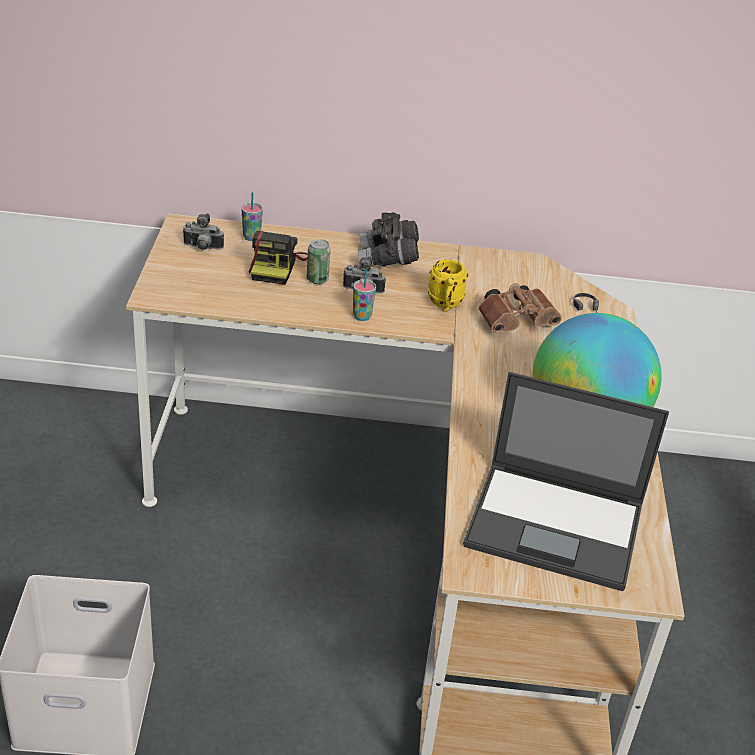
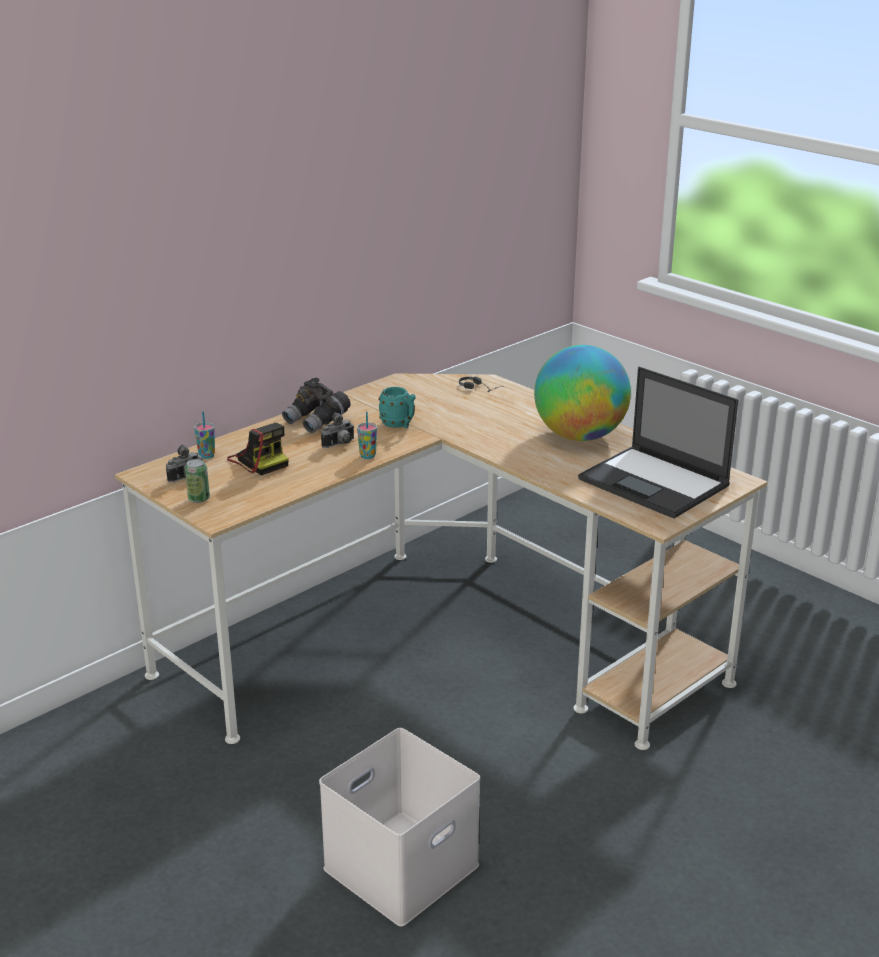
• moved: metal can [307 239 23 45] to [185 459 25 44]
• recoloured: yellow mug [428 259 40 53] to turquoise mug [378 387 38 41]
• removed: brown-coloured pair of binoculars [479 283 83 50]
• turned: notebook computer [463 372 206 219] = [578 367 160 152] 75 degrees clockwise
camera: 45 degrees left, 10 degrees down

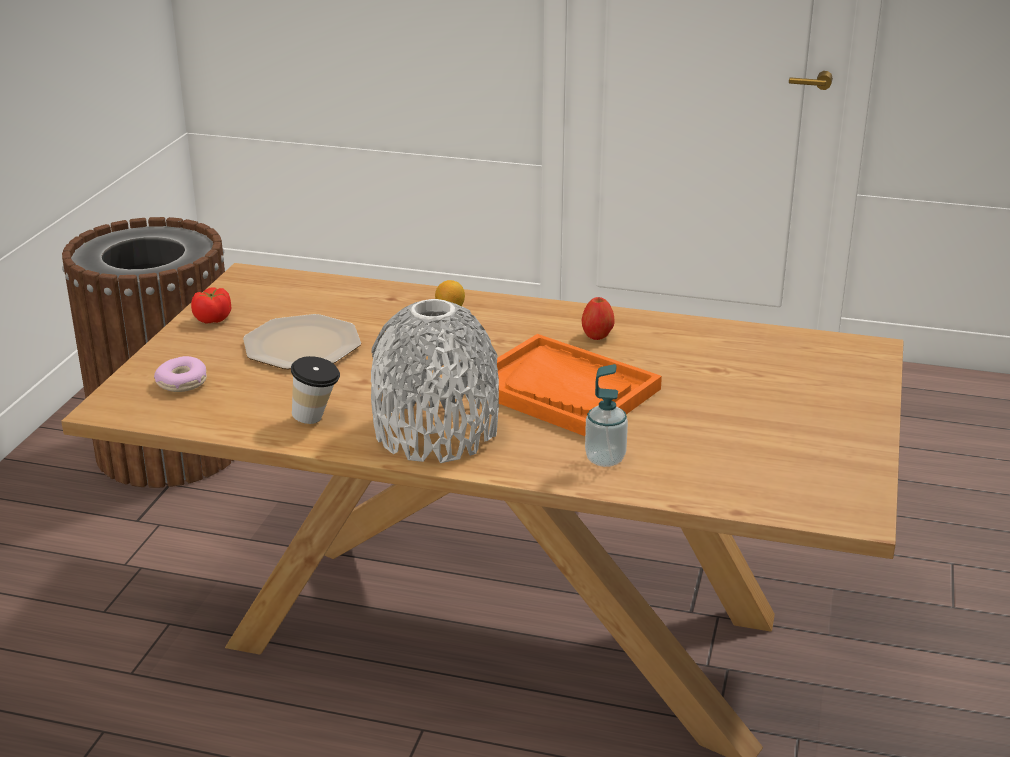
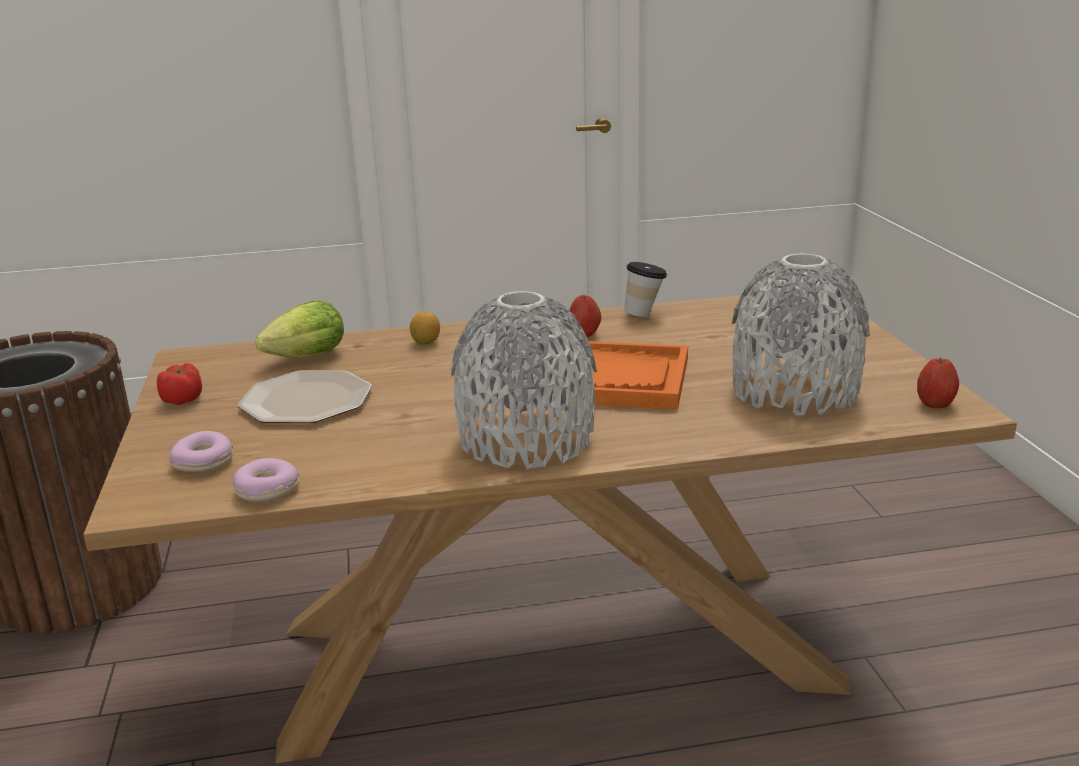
• moved: small cup [291 356 49 68] to [624 262 43 55]
• removed: soap dispenser [585 364 43 103]
• added: greyish flower vase [732 253 138 162]
• added: lettuce [255 300 89 57]
• added: apple [917 358 42 50]
• added: doughnut [233 458 67 44]
camera: 25 degrees left, 5 degrees down

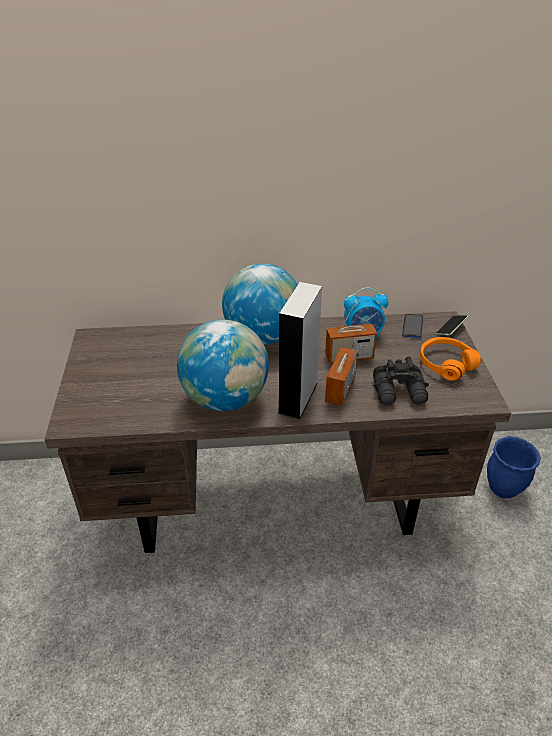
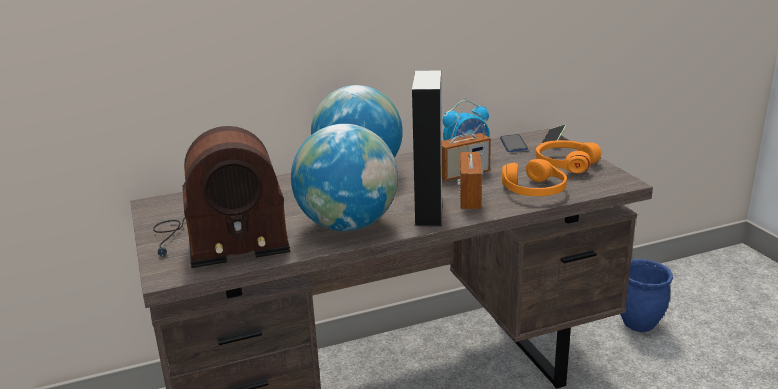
• replaced: black-coloured pair of binoculars [373 357 56 48] to orange-coloured headphones [502 159 65 37]
• added: radio set [153 126 137 142]
camera: 15 degrees left, 15 degrees down

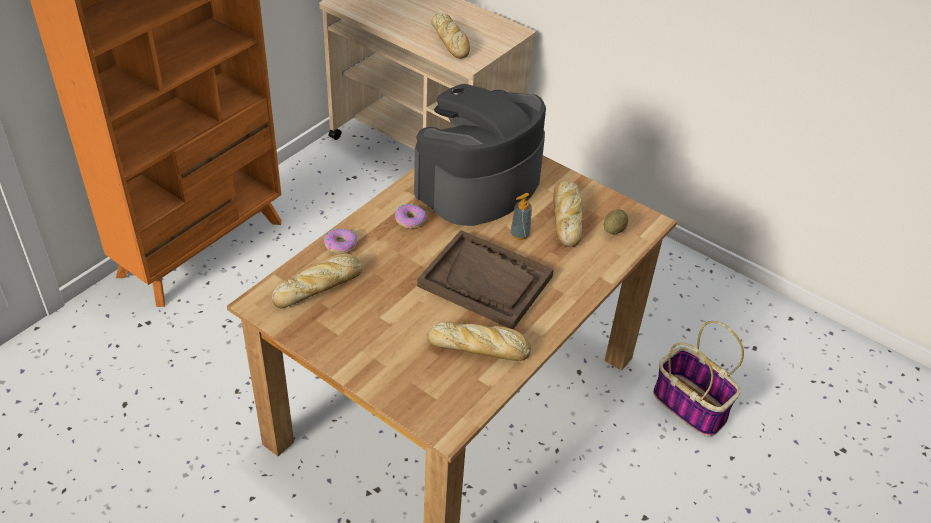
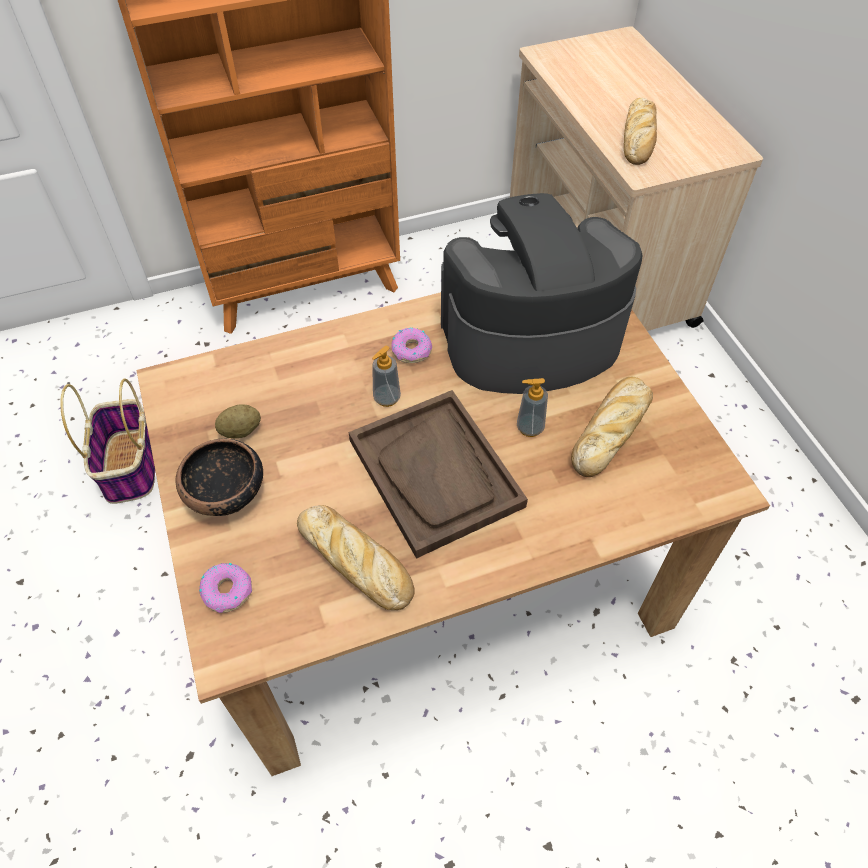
• moved: whole potato [604 209 24 25] to [215 404 46 34]
• moved: doughnut [324 228 33 25] to [199 563 53 50]
• removed: bakery bread [272 253 90 55]
• moved: storage basket [653 321 91 116] to [60 378 95 126]
• added: soap dispenser [372 346 29 61]
• added: deep dish [176 438 87 78]
camera: 35 degrees right, 10 degrees up

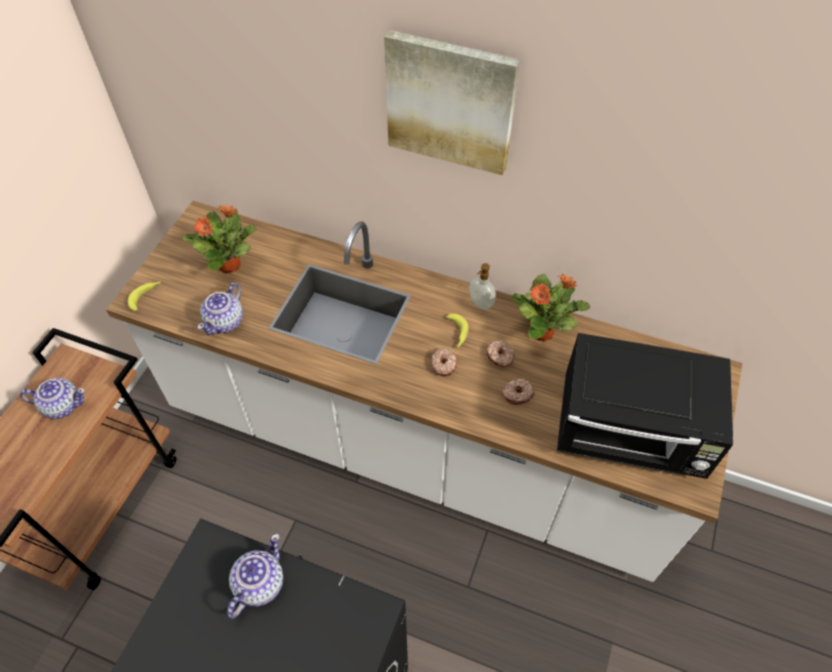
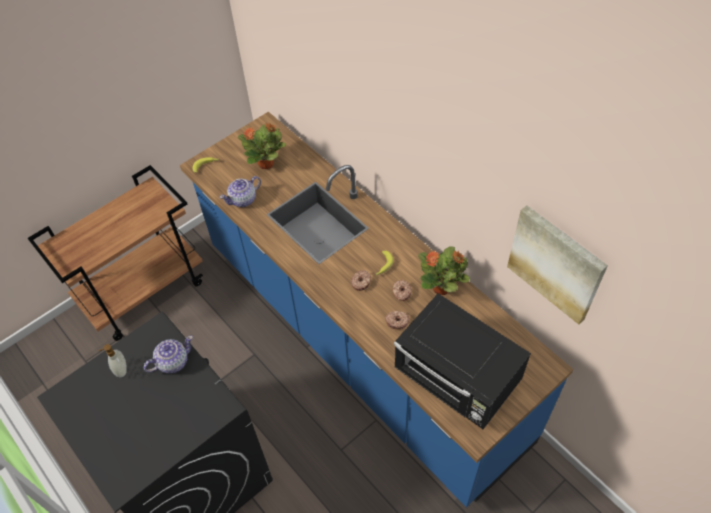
• moved: picture [384 30 136 146] to [507 205 101 120]
• recoloured: white-coloured counter [106 201 636 381] to blue-coloured counter [180 112 394 396]
• moved: soap dispenser [469 263 27 47] to [98 344 29 33]
• removed: teapot [20 378 65 41]
camera: 30 degrees right, 0 degrees up

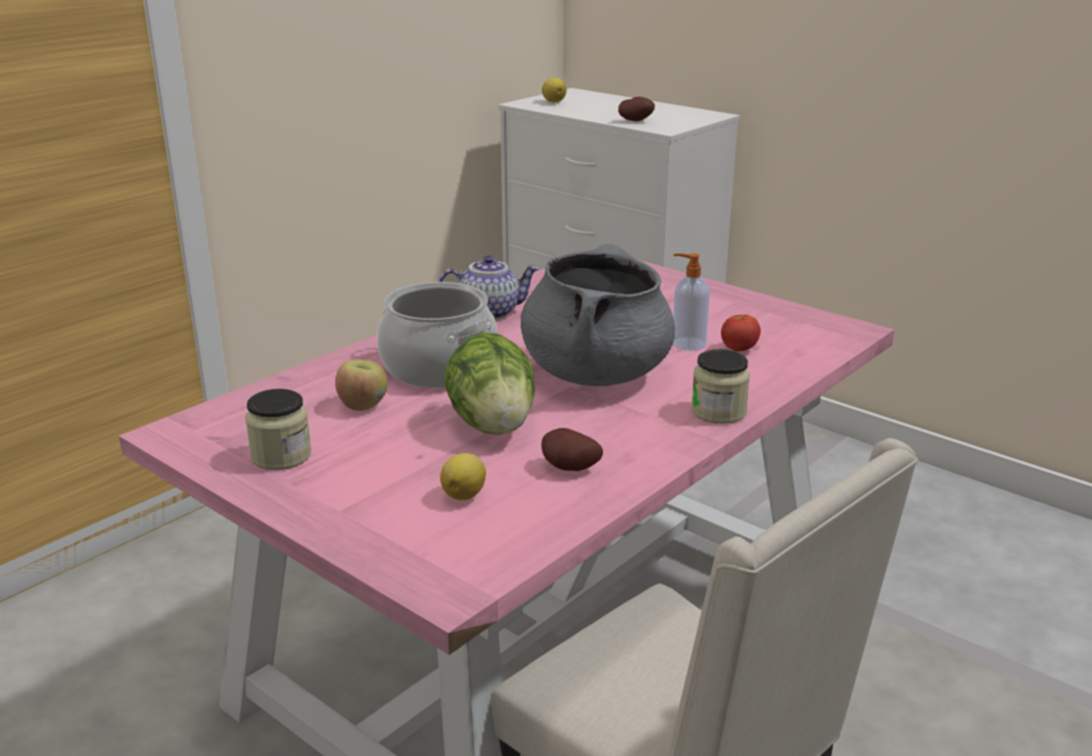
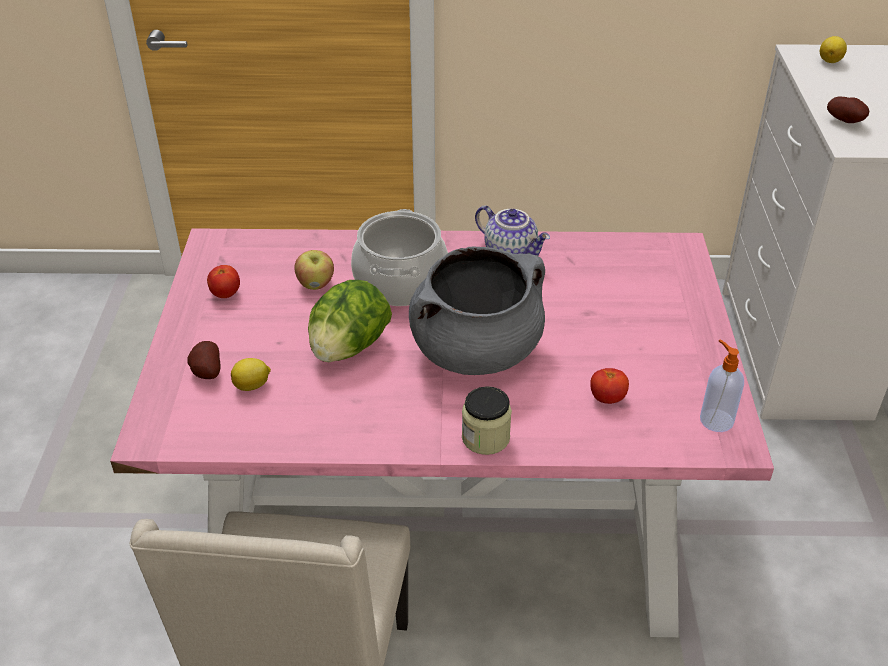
• moved: soap dispenser [673 253 37 98] to [700 339 44 93]
• replaced: preserve jar [245 389 66 81] to tomato [207 265 33 33]
• moved: whole potato [541 428 62 43] to [187 341 34 38]
camera: 50 degrees right, 15 degrees up

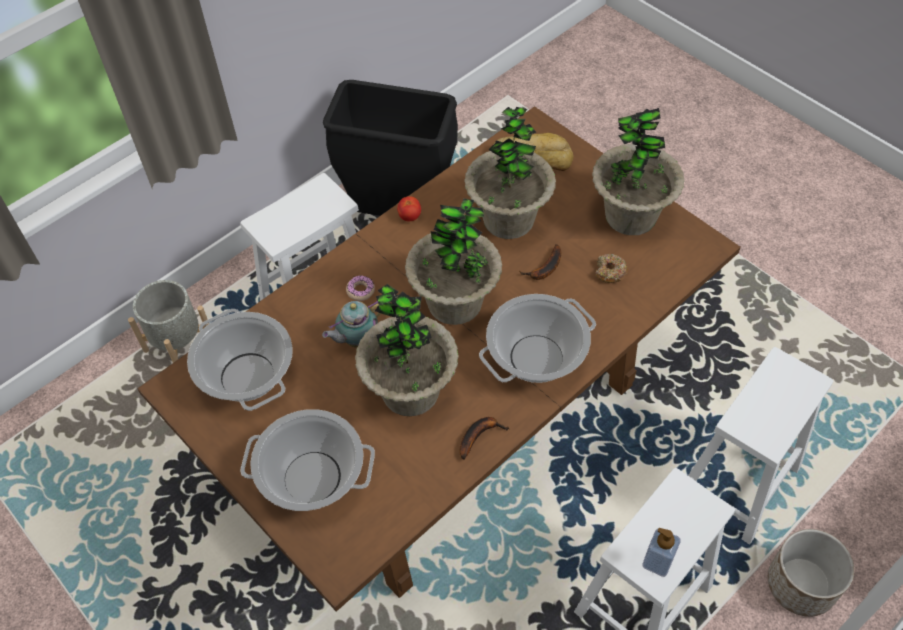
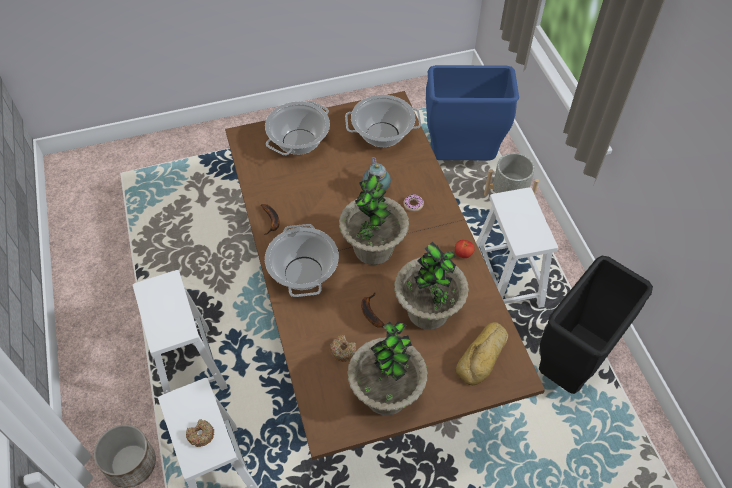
• removed: potted plant [355 284 104 132]
• removed: soap dispenser [643 528 38 49]
• added: blue-coloured trash can [426 65 93 95]
• added: doughnut [186 419 28 28]
camera: 115 degrees right, 0 degrees up

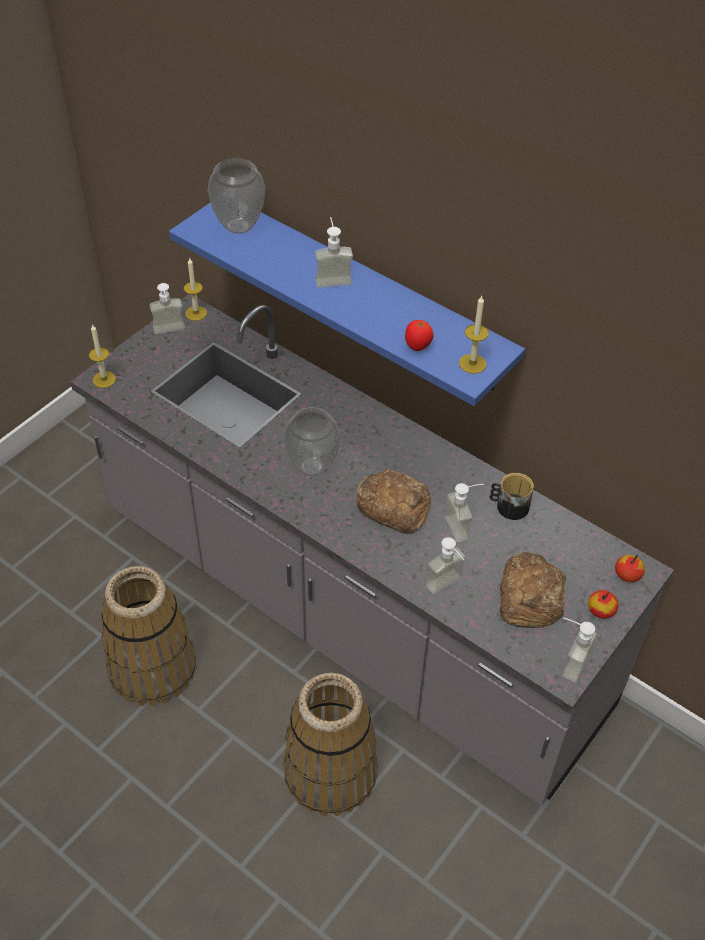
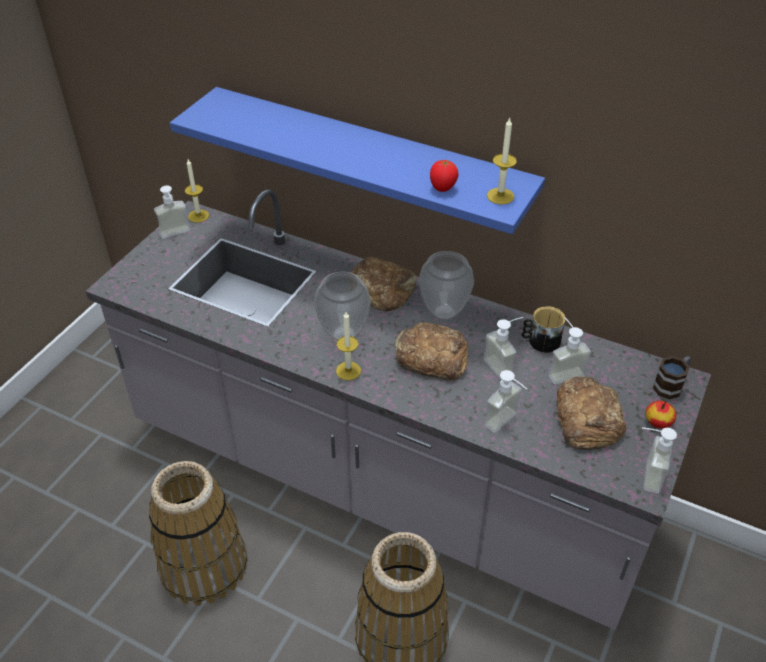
• moved: flower vase [208 158 57 76] to [419 251 55 69]
• moved: soap dispenser [315 217 38 71] to [548 317 43 68]
• moved: wax candle [89 324 27 64] to [336 312 25 68]
• replaced: apple [615 555 30 27] to mug [653 356 38 43]
• added: bakery bread [351 257 66 54]
camera: 10 degrees left, 5 degrees down

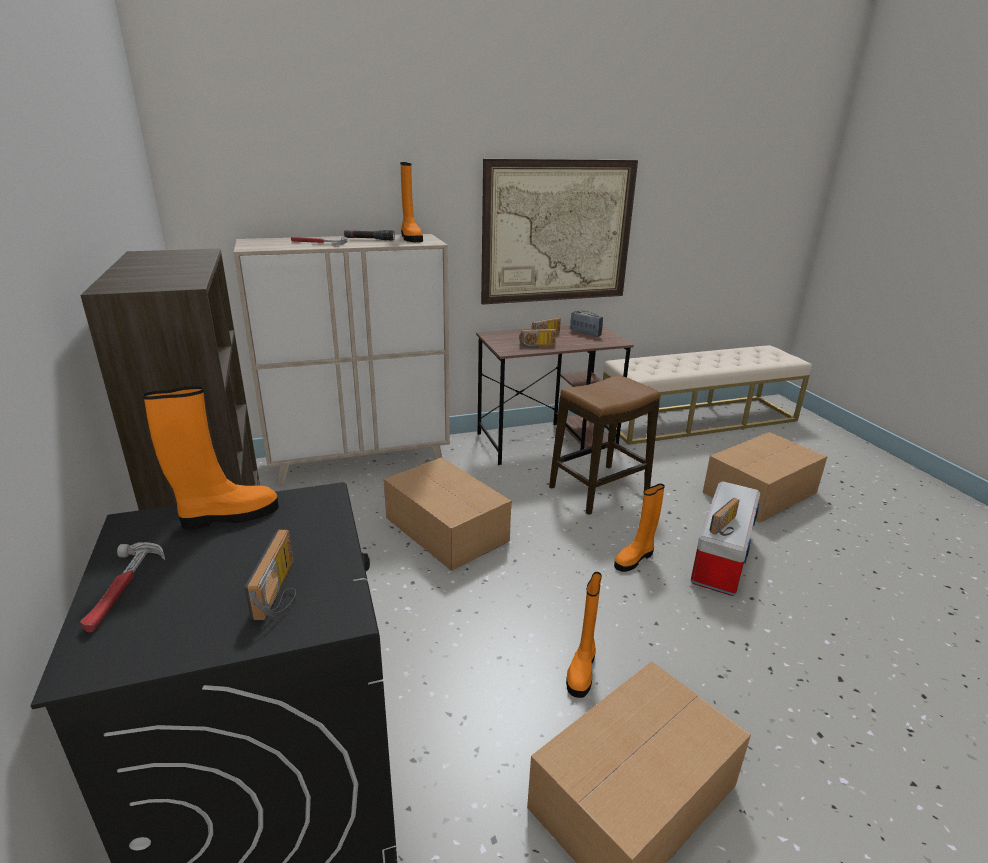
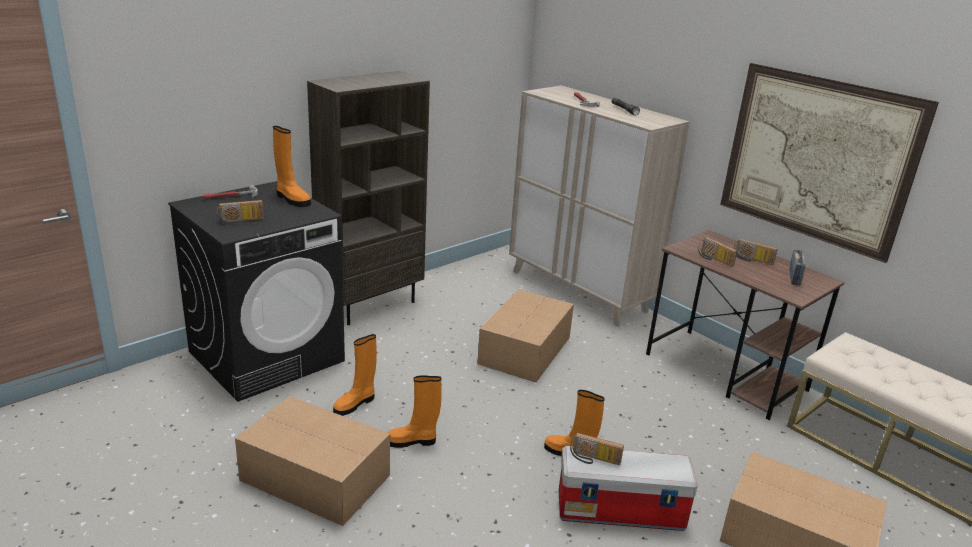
• moved: orange-coloured tall boot [400 162 23 80] to [333 334 44 82]
• removed: stool [549 375 111 140]
camera: 65 degrees right, 0 degrees up

